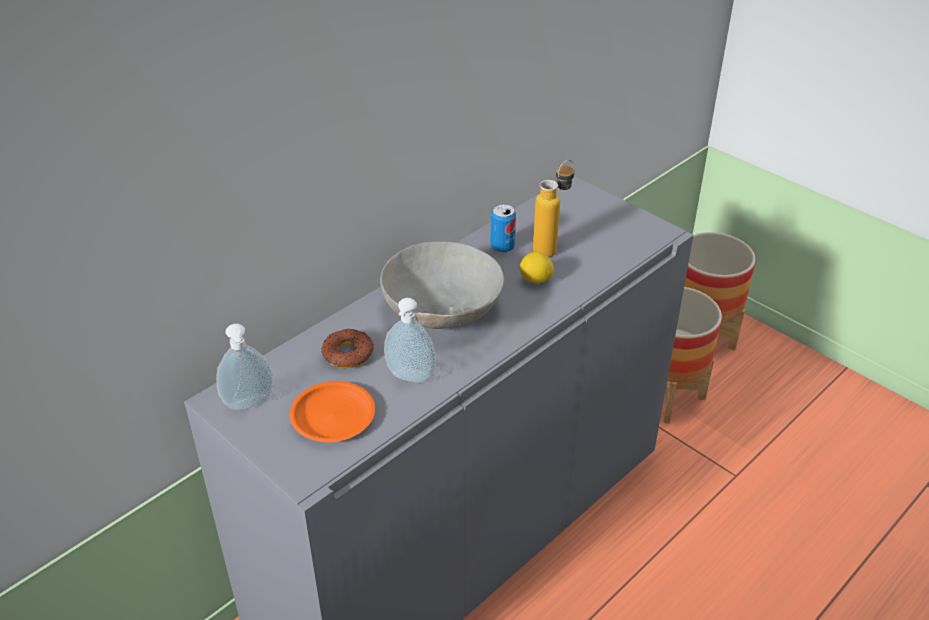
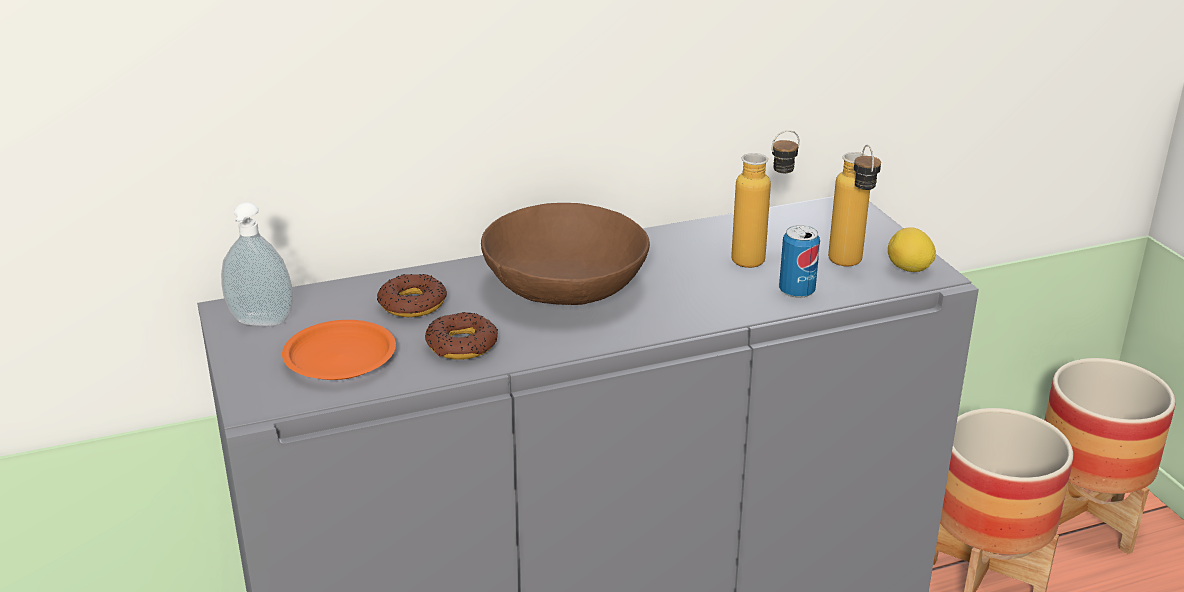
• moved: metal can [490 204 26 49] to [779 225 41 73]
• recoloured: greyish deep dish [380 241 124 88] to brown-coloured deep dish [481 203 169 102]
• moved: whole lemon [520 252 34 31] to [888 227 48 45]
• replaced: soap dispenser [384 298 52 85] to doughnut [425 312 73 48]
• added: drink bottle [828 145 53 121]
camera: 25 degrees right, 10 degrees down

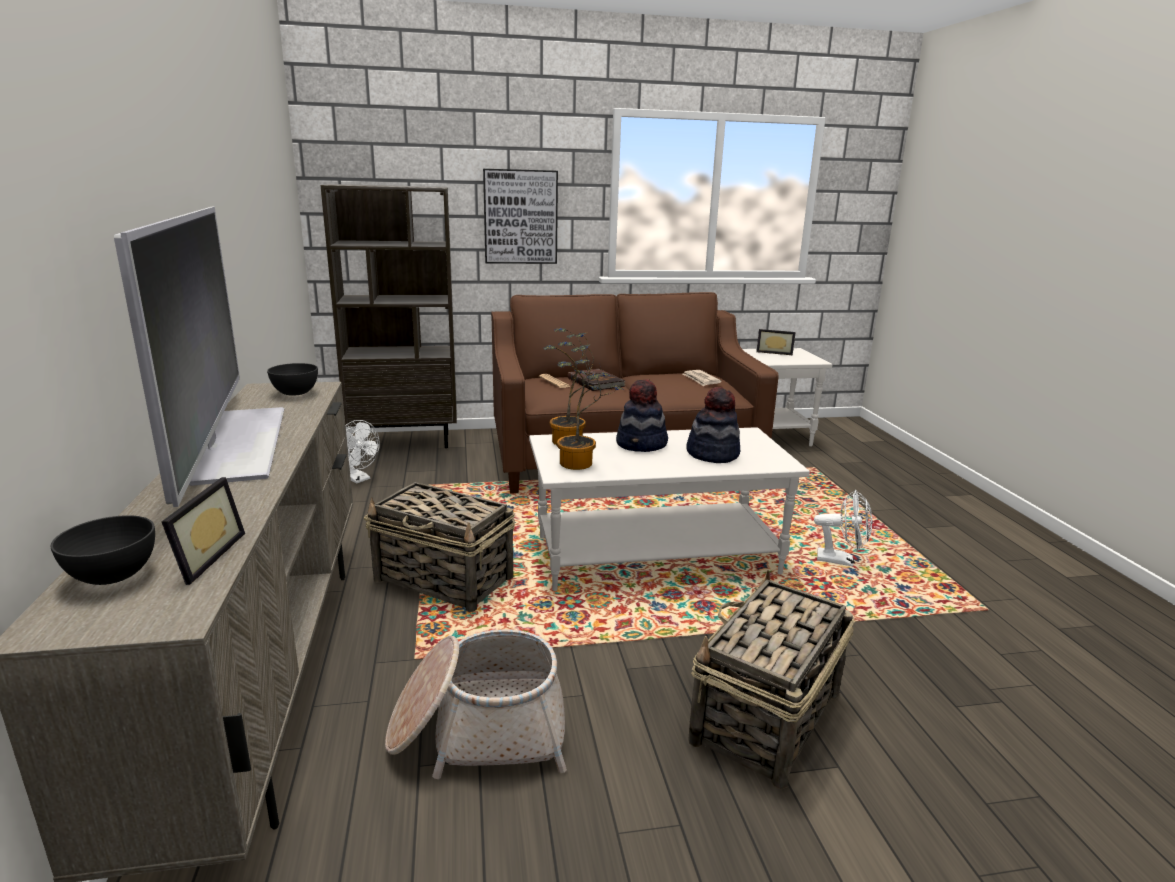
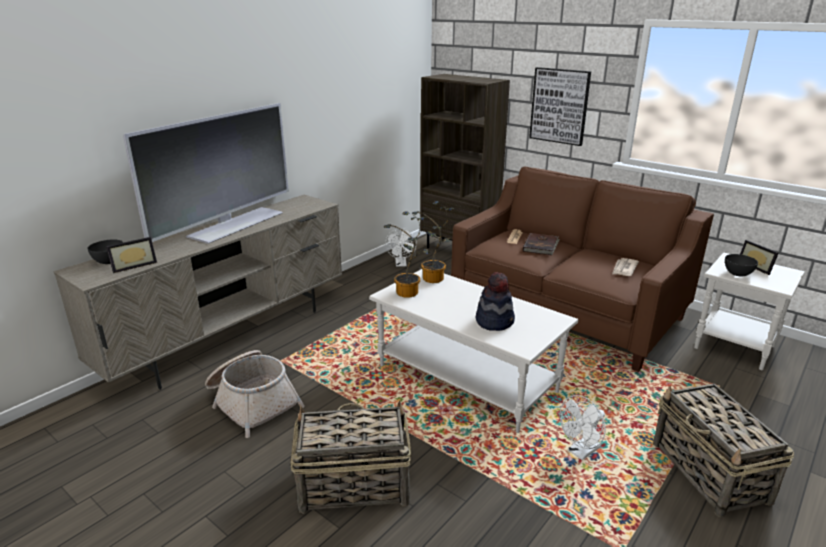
• moved: greyish deep dish [267 363 51 33] to [725 254 33 22]
• removed: hat [616 379 52 73]
• moved: storage basket [364 482 151 130] to [653 384 141 133]
• turned: white-coloured fan [814 490 58 76] = [560 395 46 65] 75 degrees clockwise
camera: 50 degrees right, 5 degrees up

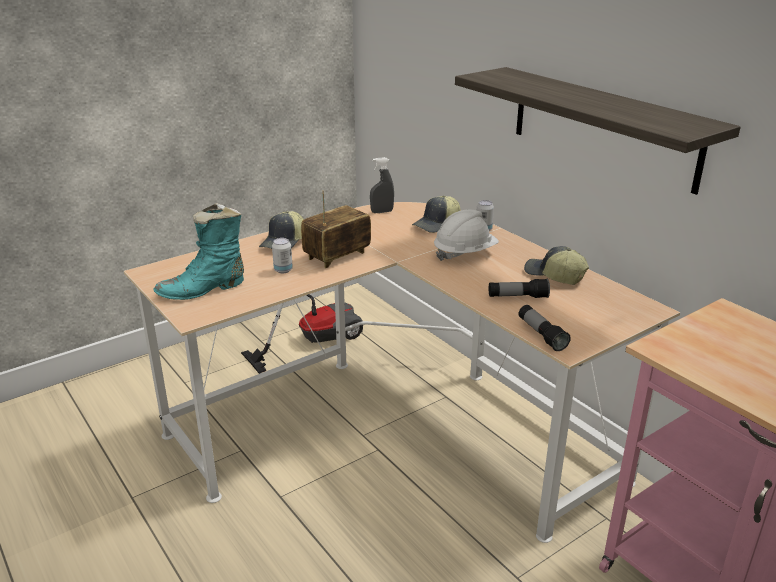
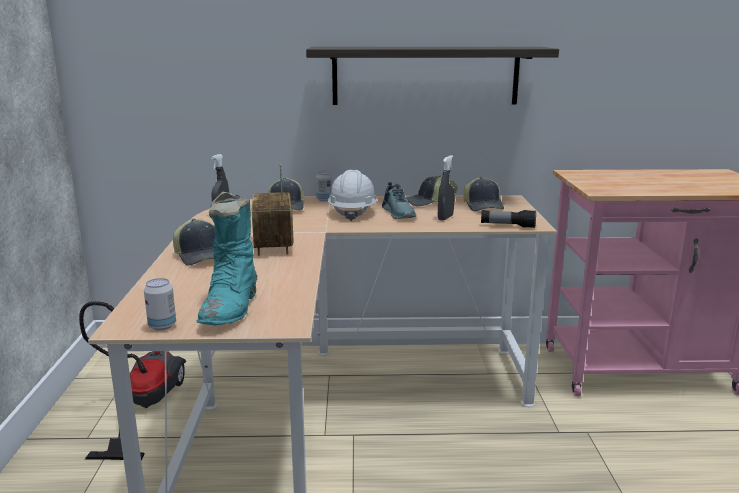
• moved: metal can [272 238 21 35] to [144 278 32 52]
• replaced: flashlight [489 279 61 19] to greyish spray bottle [438 155 17 65]
• added: cap [463 177 41 34]
• added: item of footwear [382 182 34 37]
camera: 55 degrees left, 10 degrees down

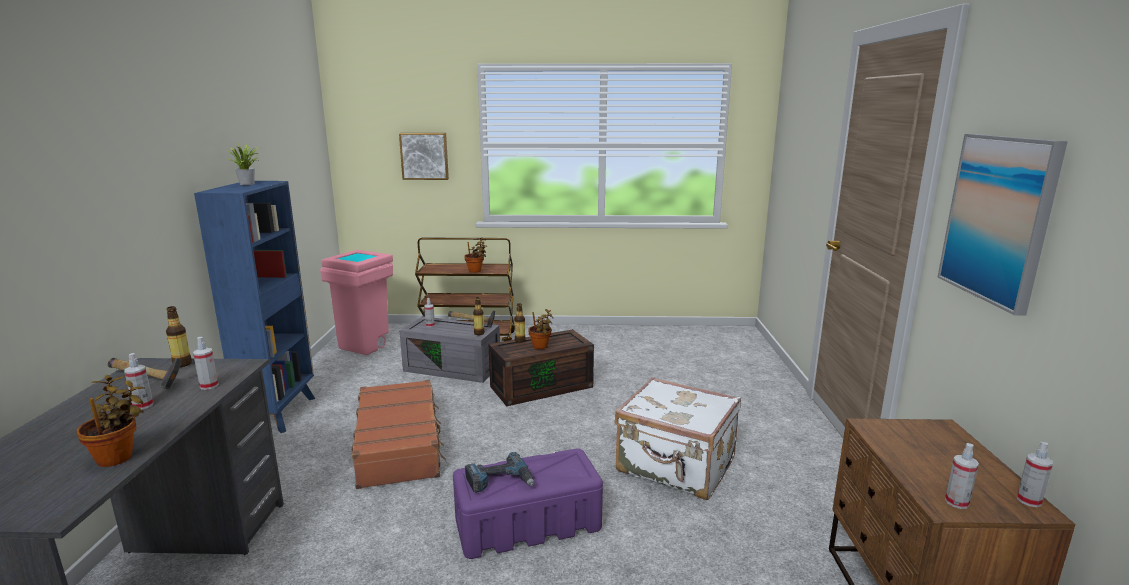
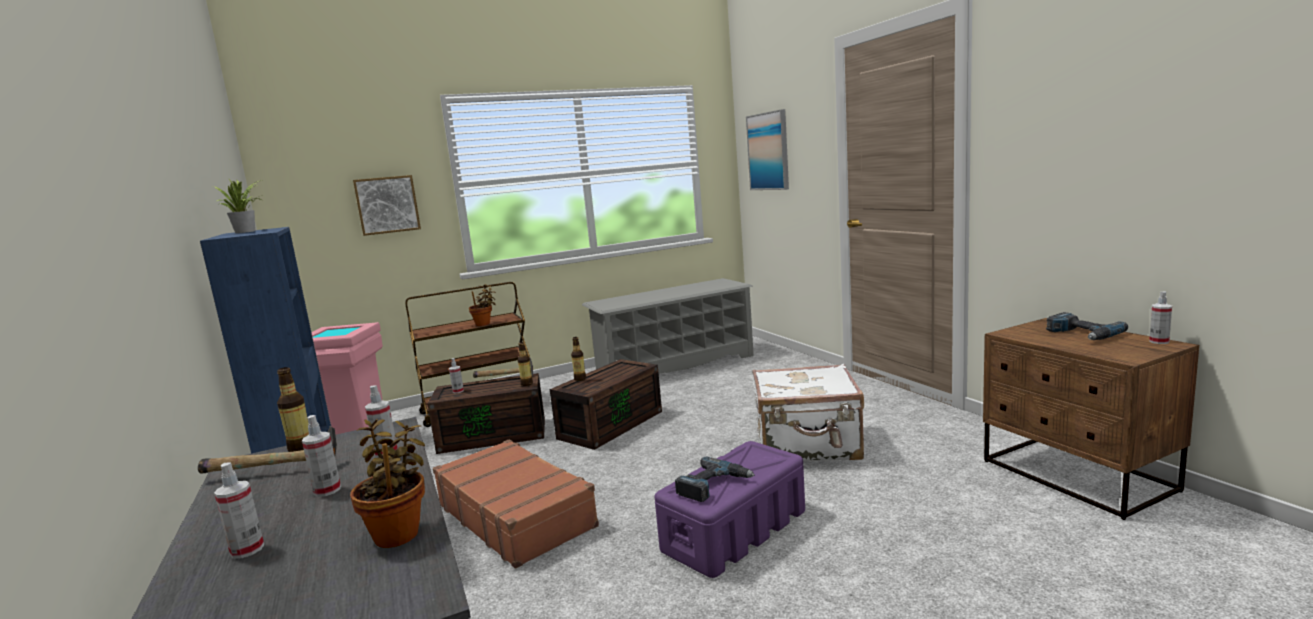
• moved: picture [937 134 131 182] to [746 109 43 81]
• removed: potted plant [528 309 25 40]
• recoloured: greyish storage bin [400 316 100 67] to brown-coloured storage bin [427 373 118 81]
• moved: spray bottle [945 443 34 66] to [214 462 50 97]
• added: greyish shoe shelf [582 278 172 95]
• added: electric drill [1046 312 82 28]
camera: 25 degrees left, 5 degrees down

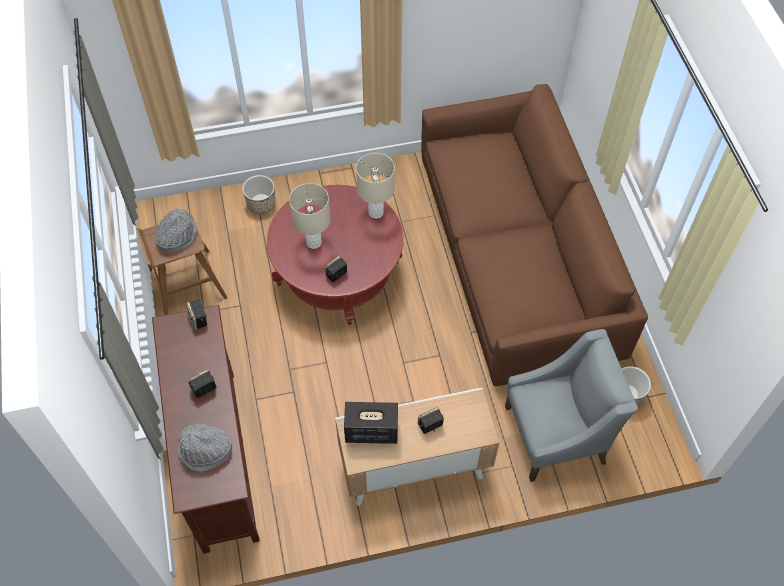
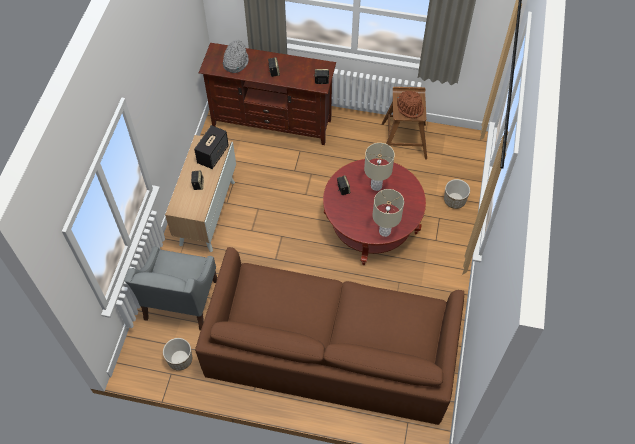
• recoloured: greyish hat [155 208 42 45] to brown-coloured hat [397 91 27 27]
camera: 115 degrees right, 0 degrees up

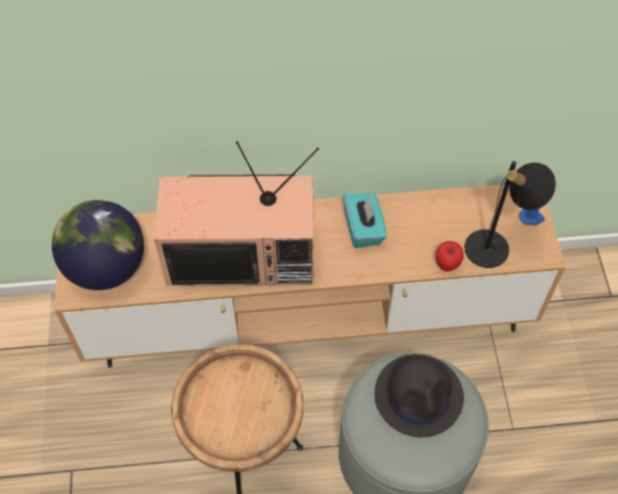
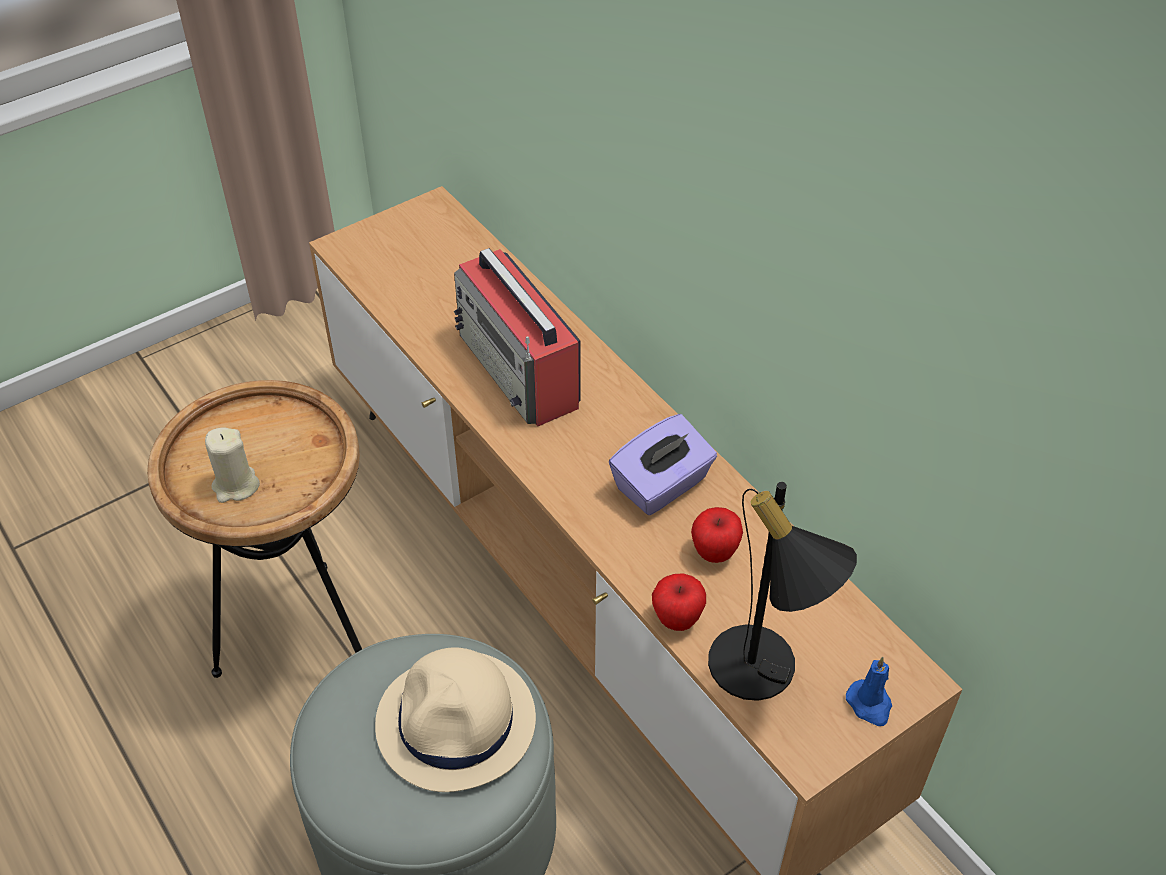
• replaced: TV [154 141 165 145] to radio set [454 248 127 178]
• recoloured: turquoise tissue holder [343 194 44 54] to purple-coloured tissue holder [609 414 108 101]
• removed: globe [52 200 92 90]
• recoloured: black-coloured hat [375 354 89 83] to sand-coloured hat [375 648 161 144]
• added: sand-coloured wax candle [205 427 55 76]
• added: apple [691 507 52 56]
camera: 60 degrees right, 10 degrees down

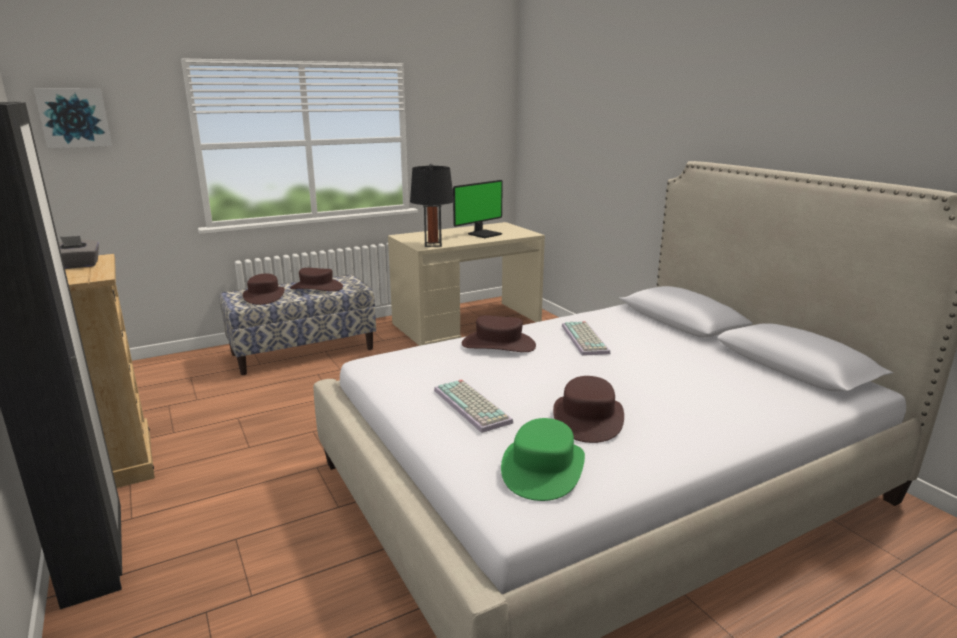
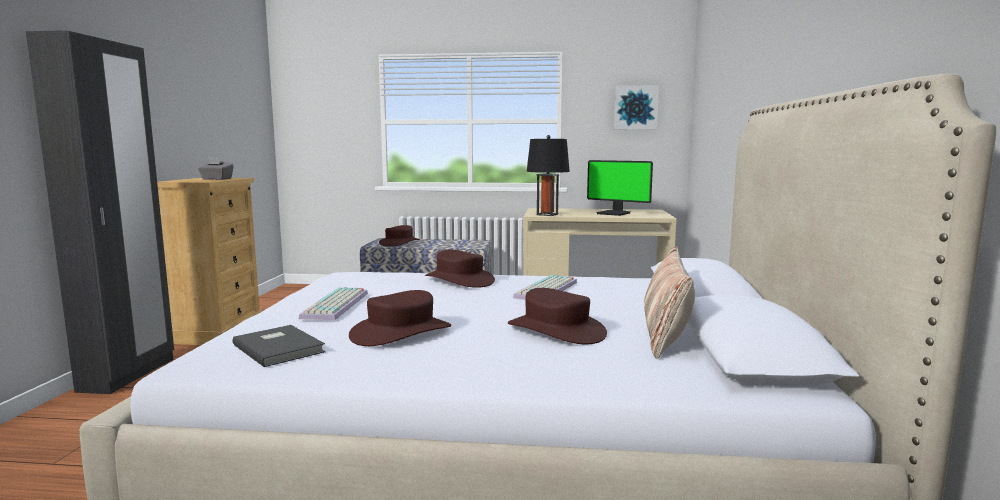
• moved: picture [34 88 78 60] to [614 85 45 44]
• turned: computer screen [453 180 50 58] = [587 160 66 56] 45 degrees clockwise
• moved: brown-coloured hat [290 268 53 23] to [508 288 99 56]
• replaced: green-coloured hat [501 418 84 83] to greyish bound book [232 325 93 42]
• added: pillow [644 246 51 113]
camera: 35 degrees right, 10 degrees down

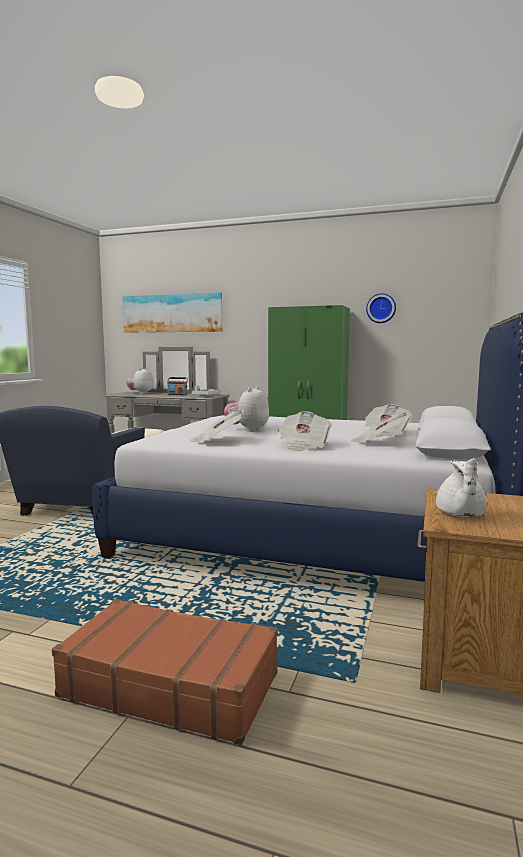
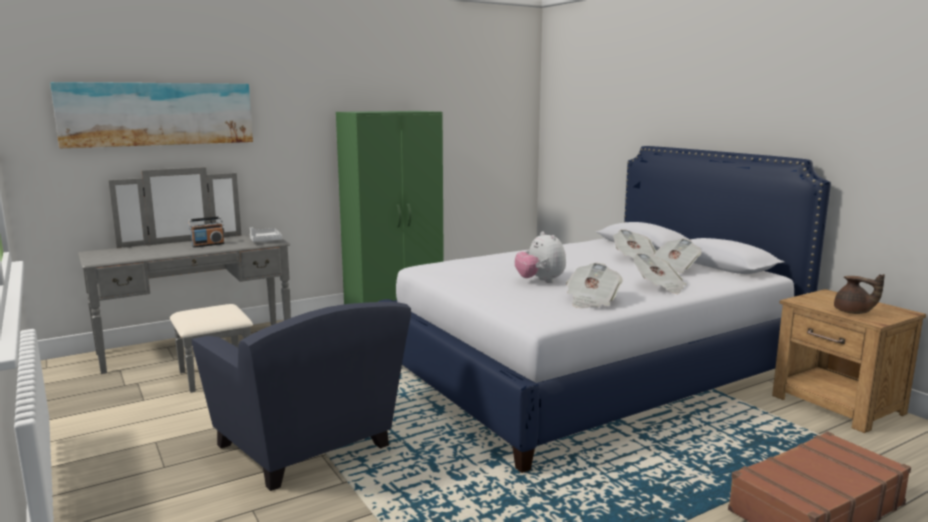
• removed: hanging clock [366 293 30 30]
• removed: cuddly toy [126 368 28 26]
• recoloured: white-coloured teapot [436 458 50 59] to brown-coloured teapot [834 274 51 40]
camera: 50 degrees left, 5 degrees up

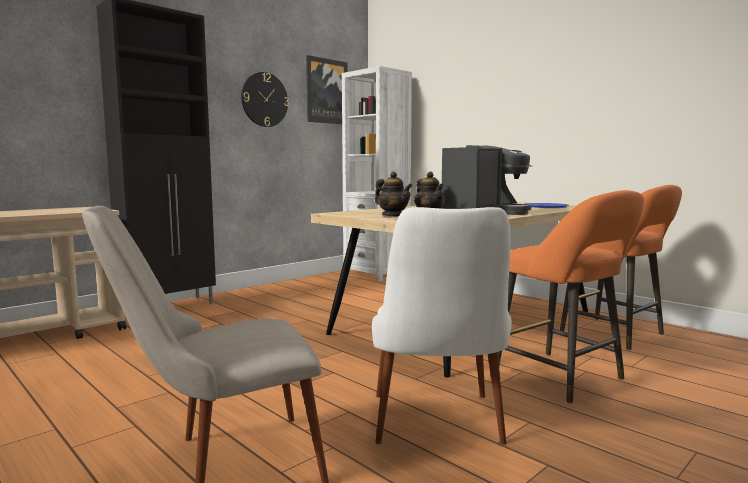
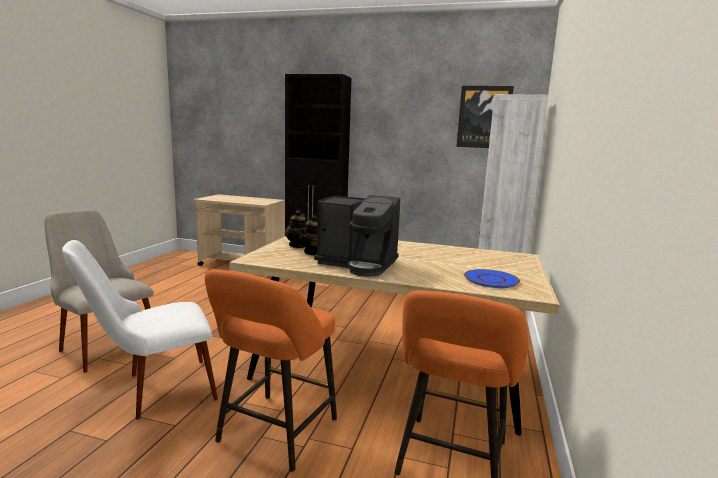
• removed: hanging clock [241 72 48 55]
camera: 60 degrees right, 5 degrees up

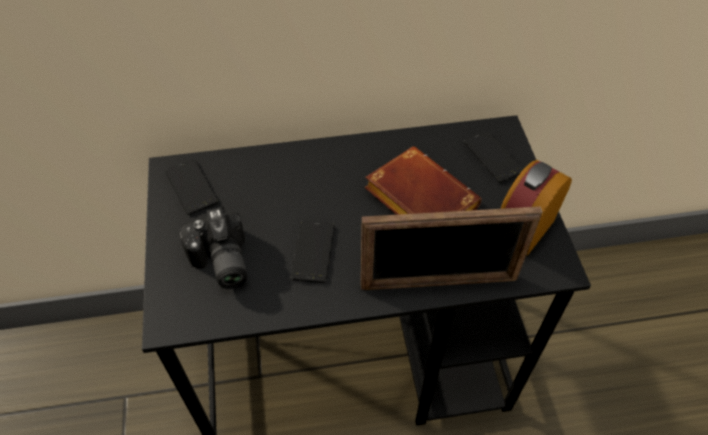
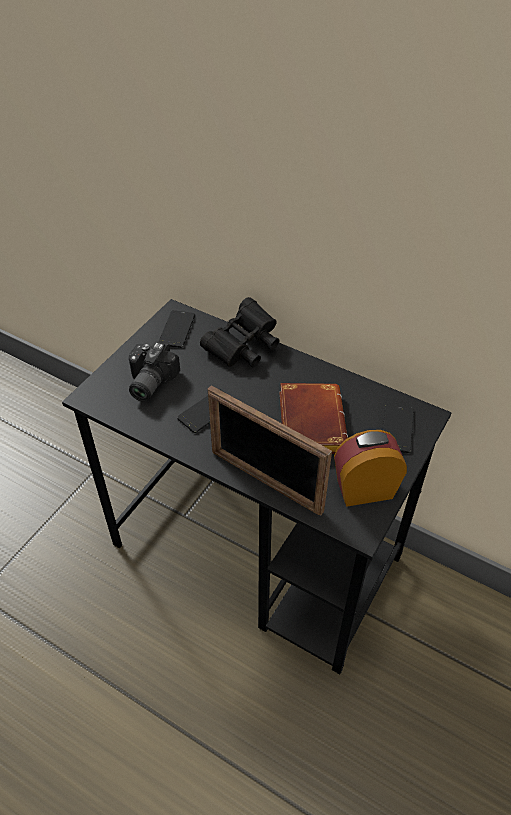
• added: black-coloured pair of binoculars [200 297 80 70]
camera: 40 degrees right, 5 degrees down

